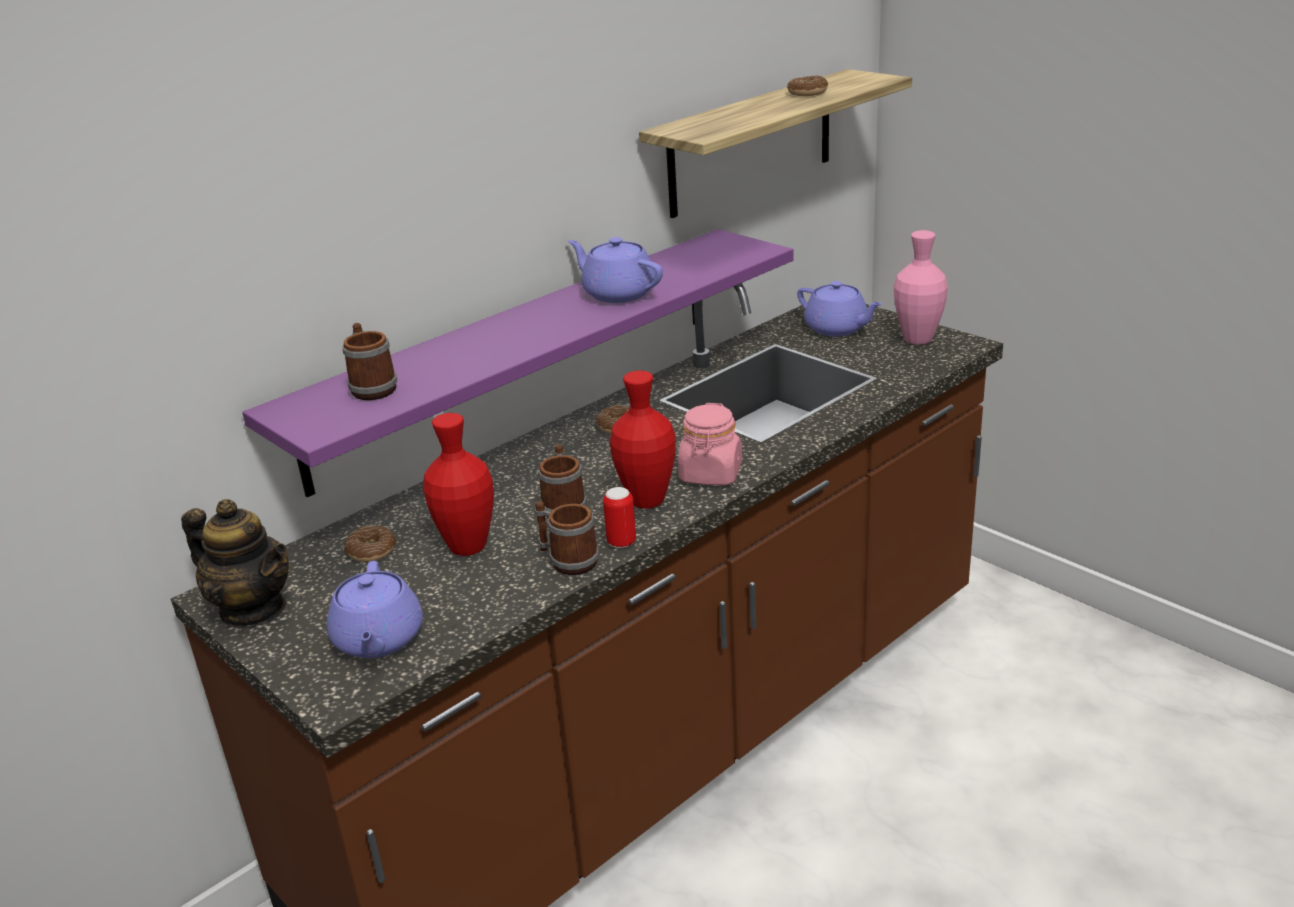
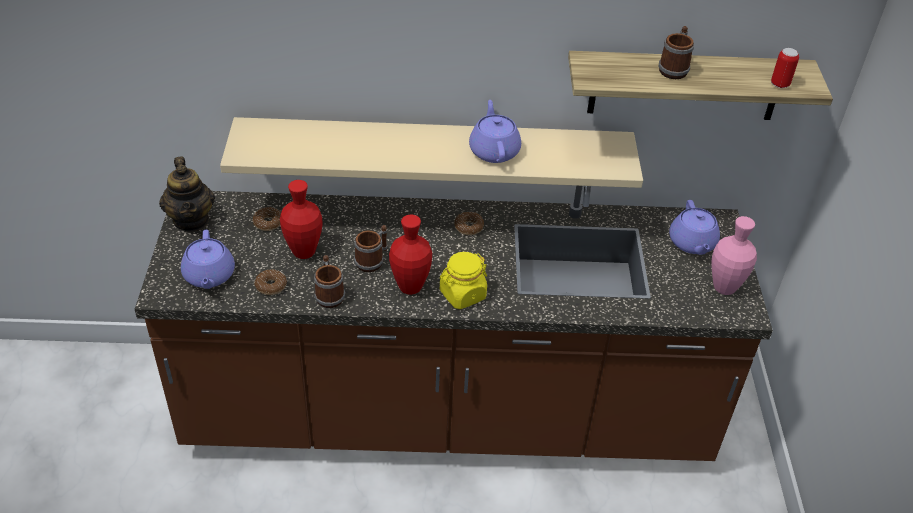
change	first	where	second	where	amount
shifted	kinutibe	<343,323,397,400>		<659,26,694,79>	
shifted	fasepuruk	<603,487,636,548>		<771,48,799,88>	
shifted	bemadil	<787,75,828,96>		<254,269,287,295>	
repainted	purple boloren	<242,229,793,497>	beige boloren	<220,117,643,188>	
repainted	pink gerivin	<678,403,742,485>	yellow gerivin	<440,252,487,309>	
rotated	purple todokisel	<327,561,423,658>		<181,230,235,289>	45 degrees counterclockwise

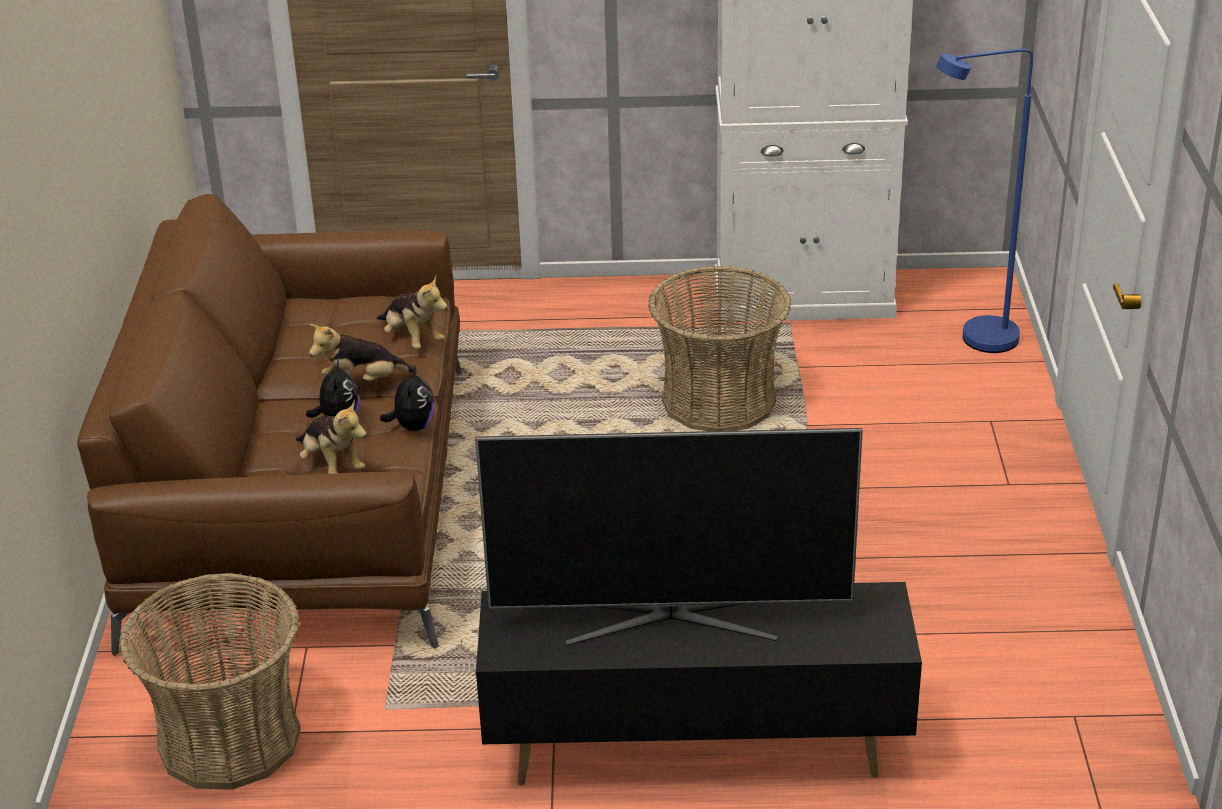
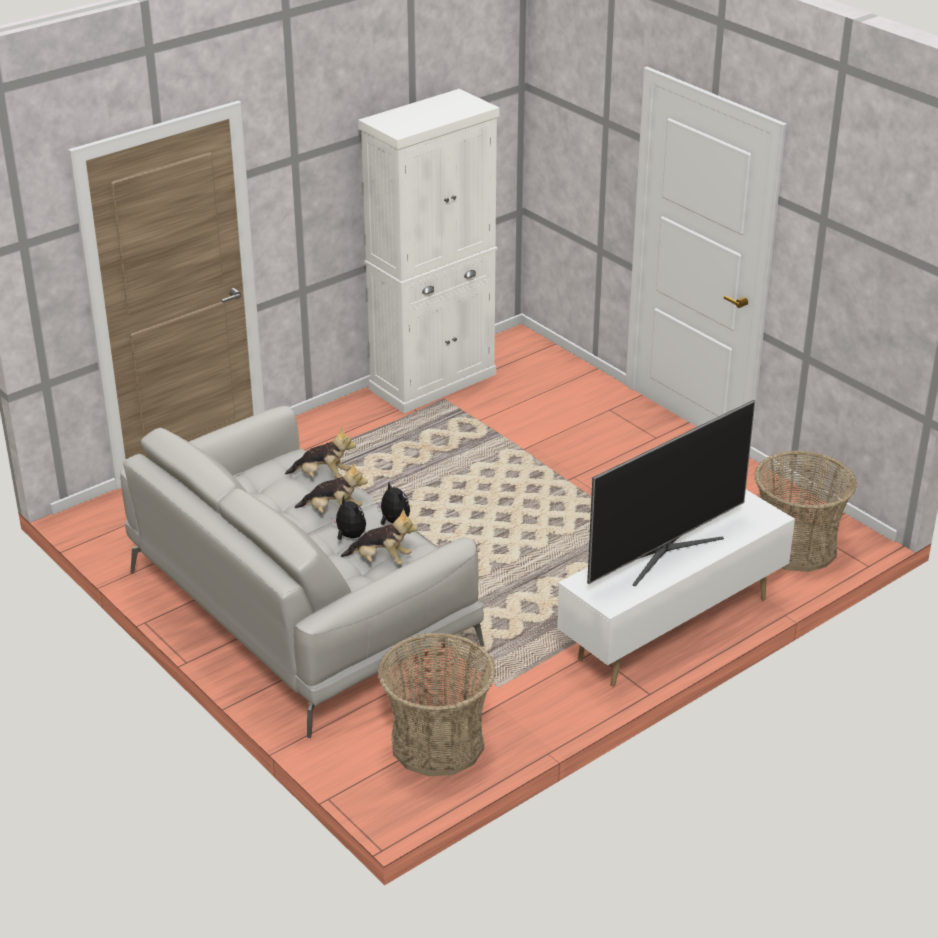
change	first	where	second	where	amount
gone	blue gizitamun	<936,49,1033,353>			
shifted	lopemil	<648,265,791,431>		<754,450,857,572>	
repainted	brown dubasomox	<77,194,462,656>	grey dubasomox	<120,406,484,738>	
repainted	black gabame	<476,582,922,786>	white gabame	<557,490,795,686>	
rotated	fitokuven	<309,324,417,381>		<295,462,368,513>	105 degrees counterclockwise

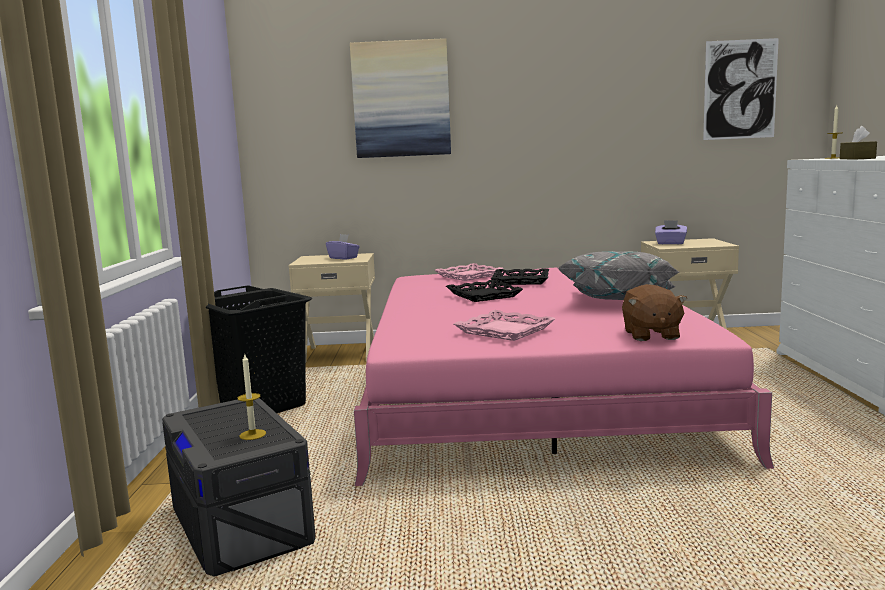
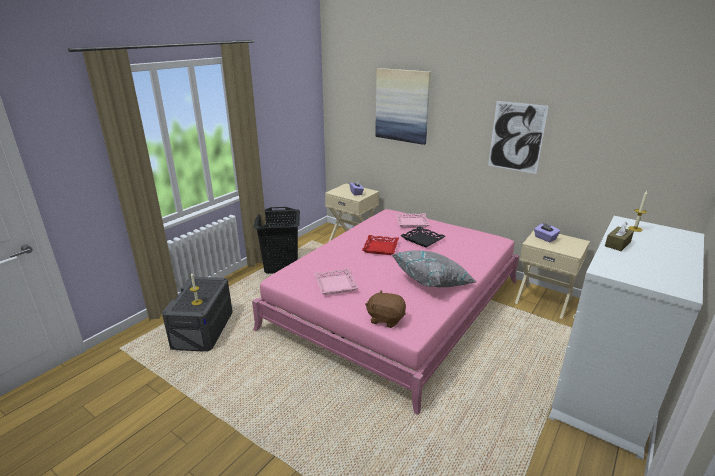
change	first	where	second	where	amount
shifted	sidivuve	<703,38,779,140>		<488,101,549,174>	
repainted	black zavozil	<446,280,523,302>	red zavozil	<362,235,399,255>	
rotated	brown fitokuven	<622,284,688,341>		<365,290,406,328>	75 degrees clockwise

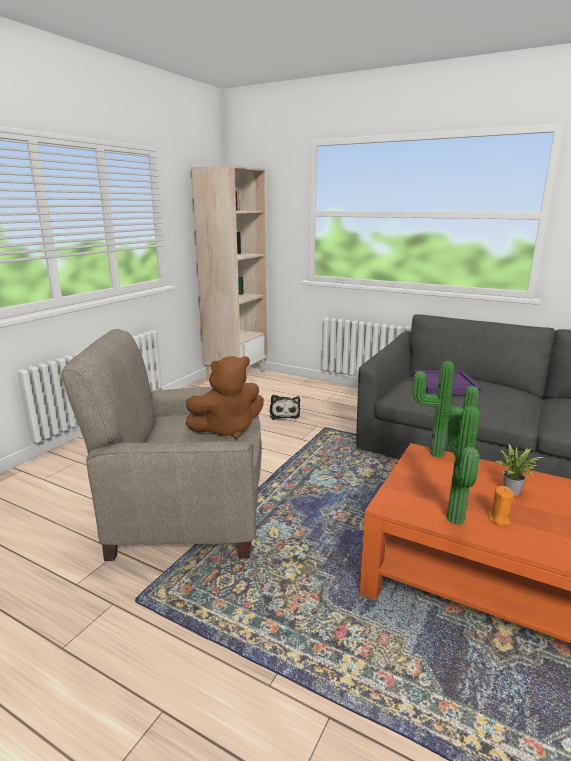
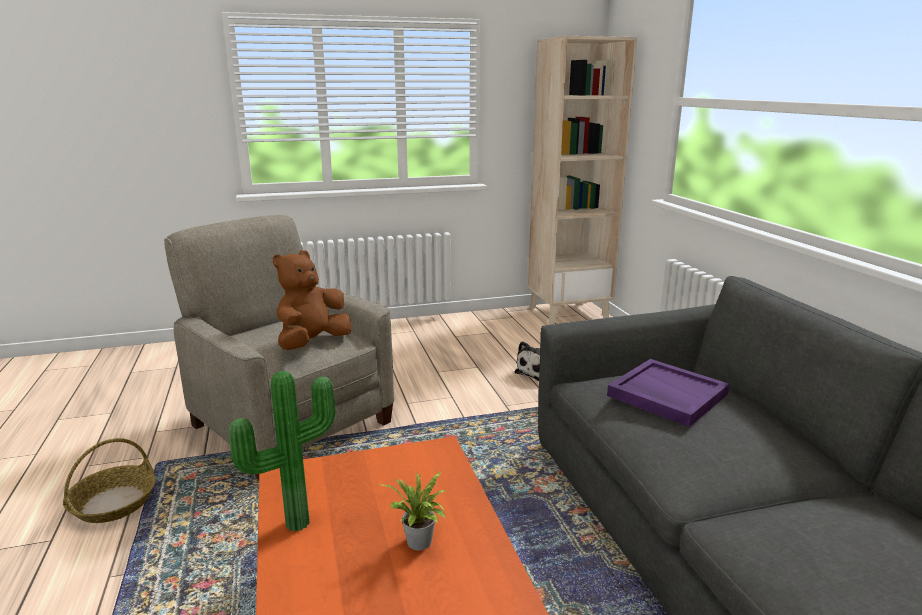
change	first	where	second	where	amount
gone	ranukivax	<412,361,479,457>			
gone	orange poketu	<488,486,513,525>			
new			lopemil	<63,438,156,523>	
rotated	brown fitokuven	<186,356,264,439>		<273,250,352,350>	105 degrees clockwise

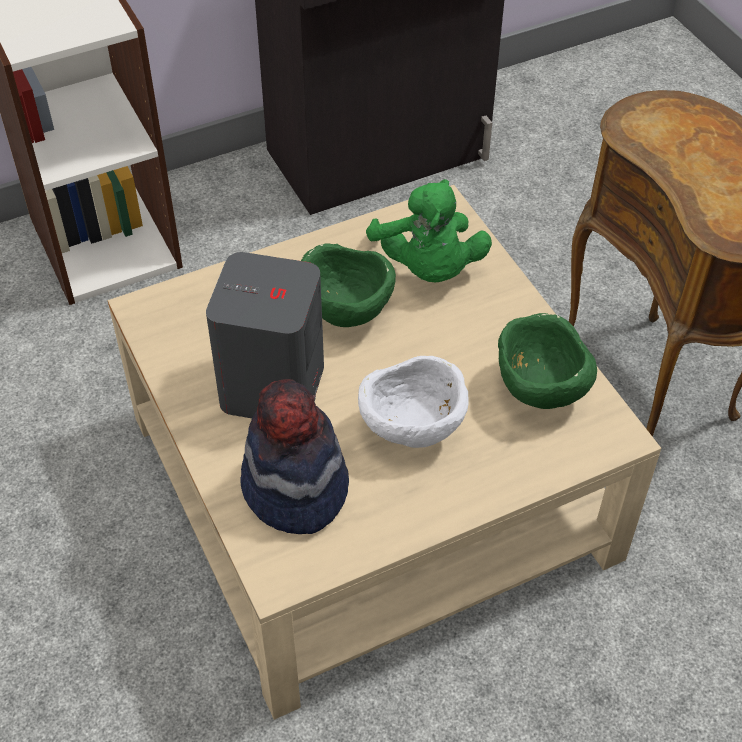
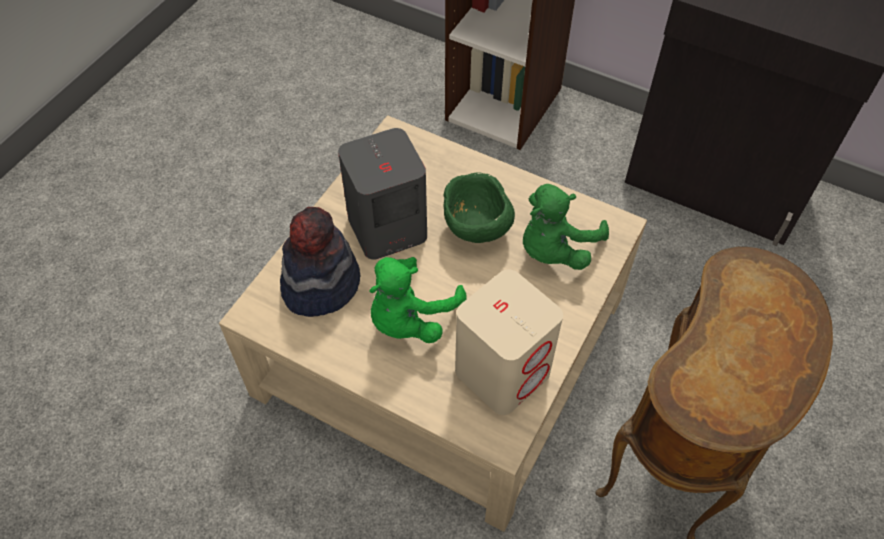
change	first	where	second	where	amount
swapped	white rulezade	<358,356,468,448>	green fitokuven	<369,257,467,343>	
swapped	green rulezade	<498,313,597,409>	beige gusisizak	<455,270,563,415>	

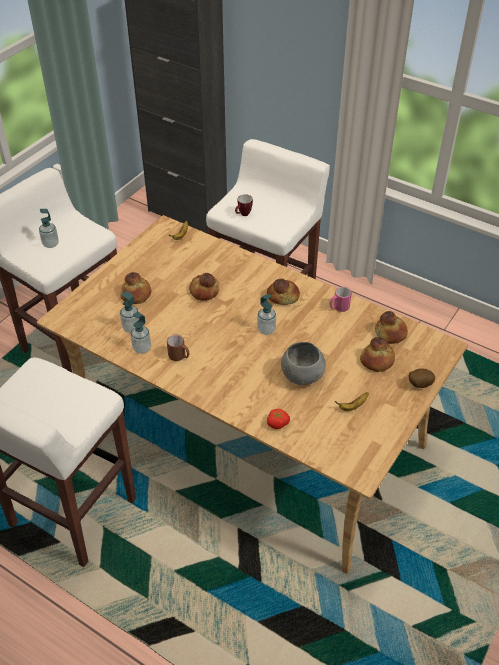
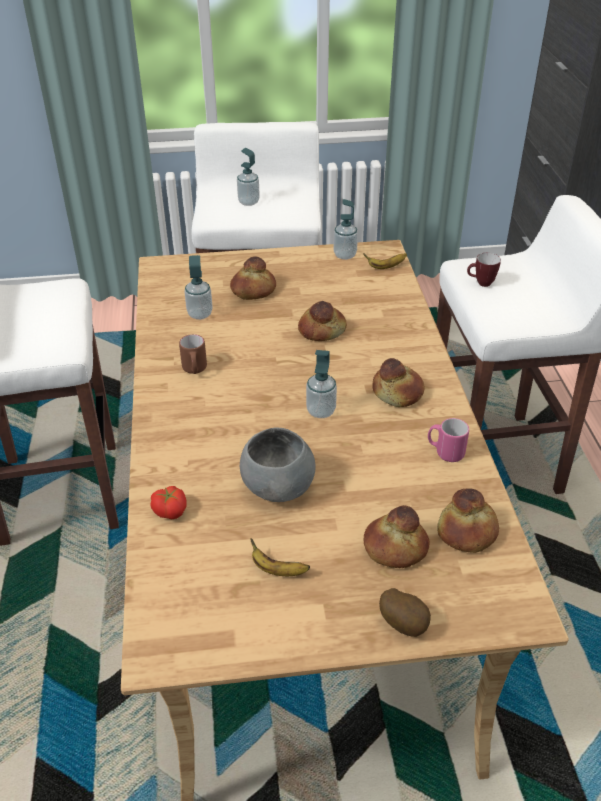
change	first	where	second	where	amount
shifted	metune	<130,312,151,354>		<333,199,358,260>	

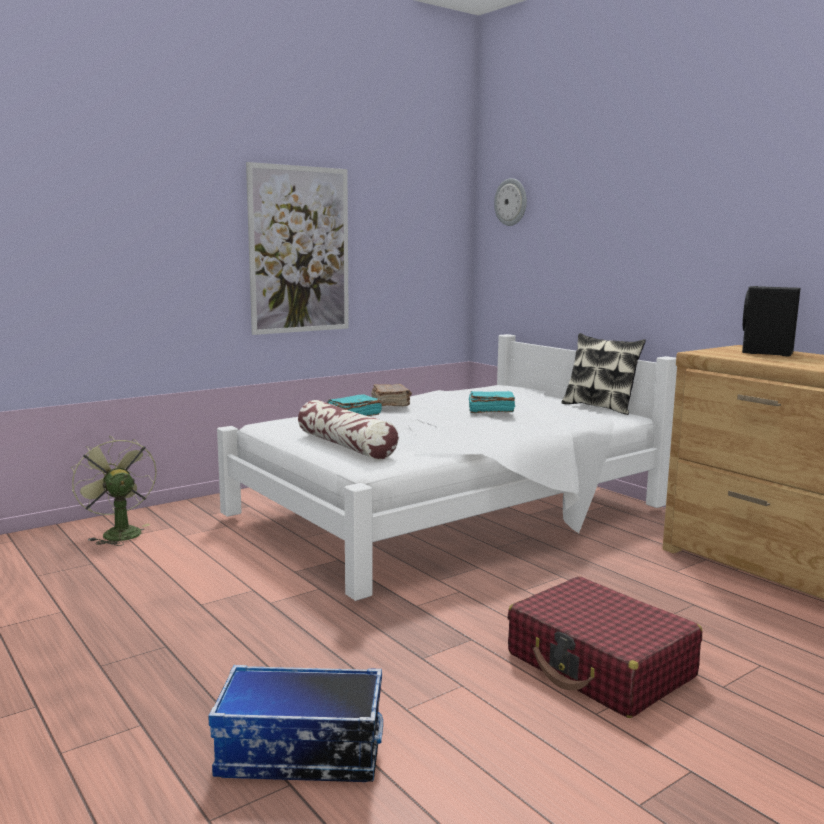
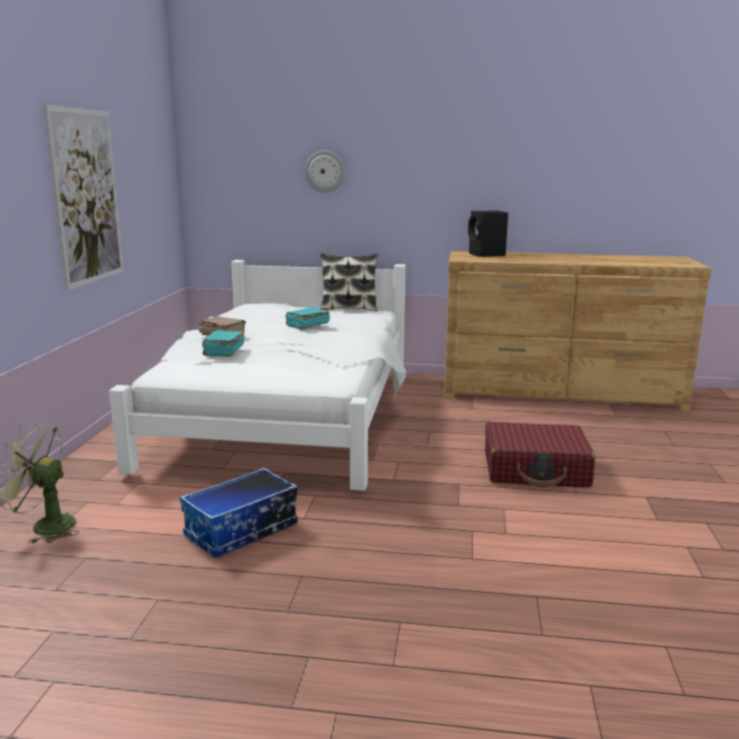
change	first	where	second	where	amount
gone	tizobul	<298,400,399,460>			
shifted	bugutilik	<208,665,383,782>		<180,468,298,558>	
shifted	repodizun	<494,178,527,226>		<305,150,345,193>	

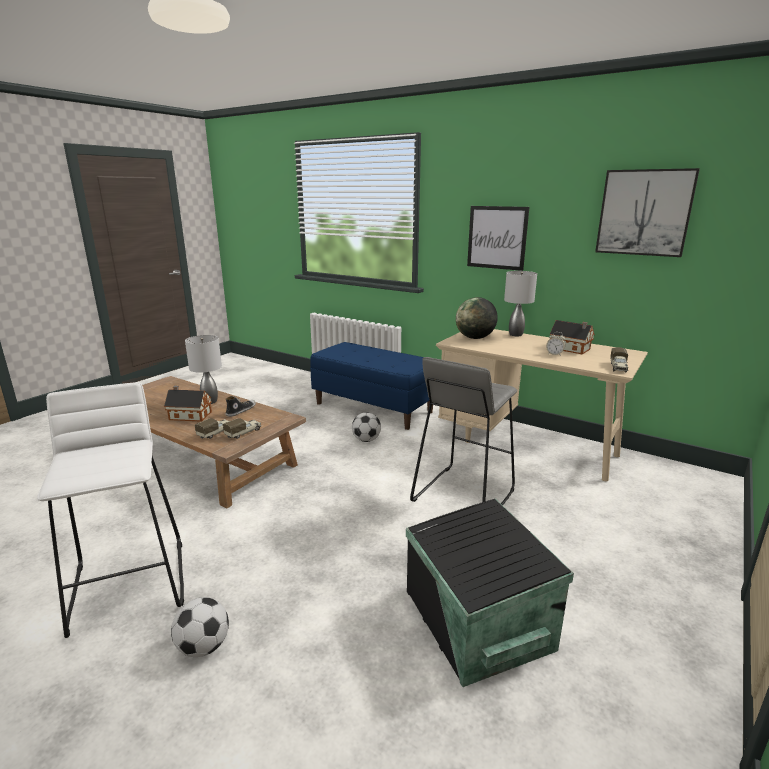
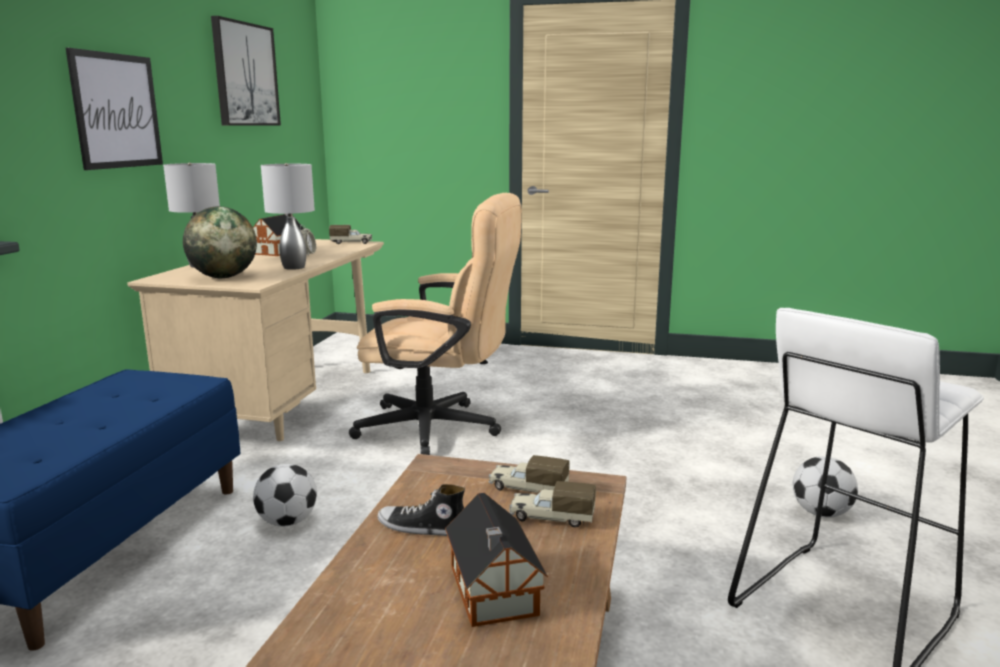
change	first	where	second	where	amount
gone	black bugutilik	<406,499,574,687>			
shifted	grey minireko	<185,335,222,404>		<261,163,315,270>	
swapped	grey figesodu	<410,357,517,505>	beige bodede	<349,193,522,455>	

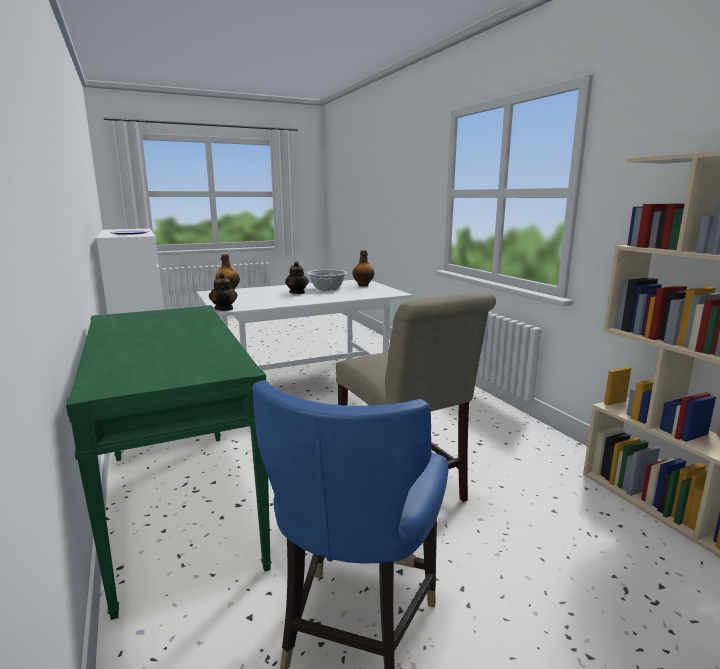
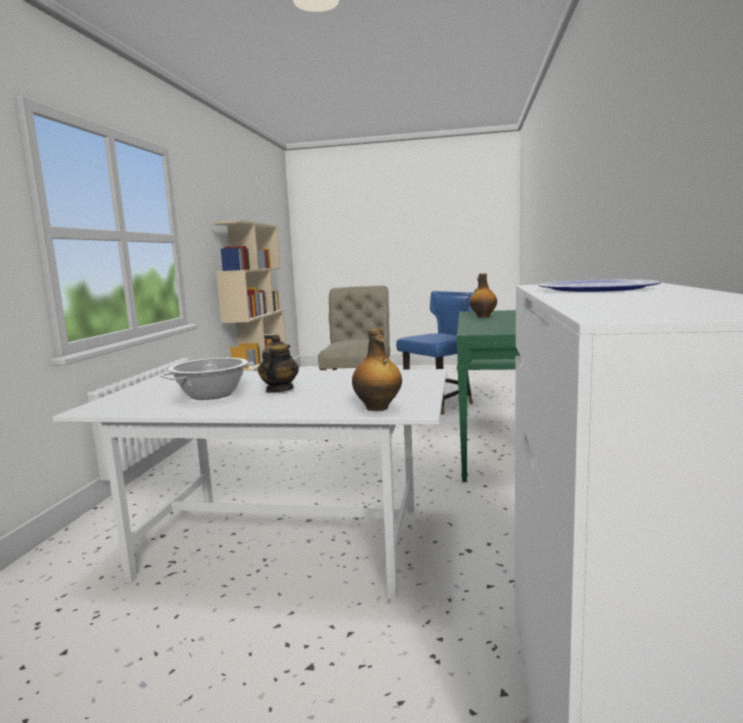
change	first	where	second	where	amount
gone	todokisel	<209,273,237,311>			
shifted	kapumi	<353,250,374,286>		<469,273,497,318>	

